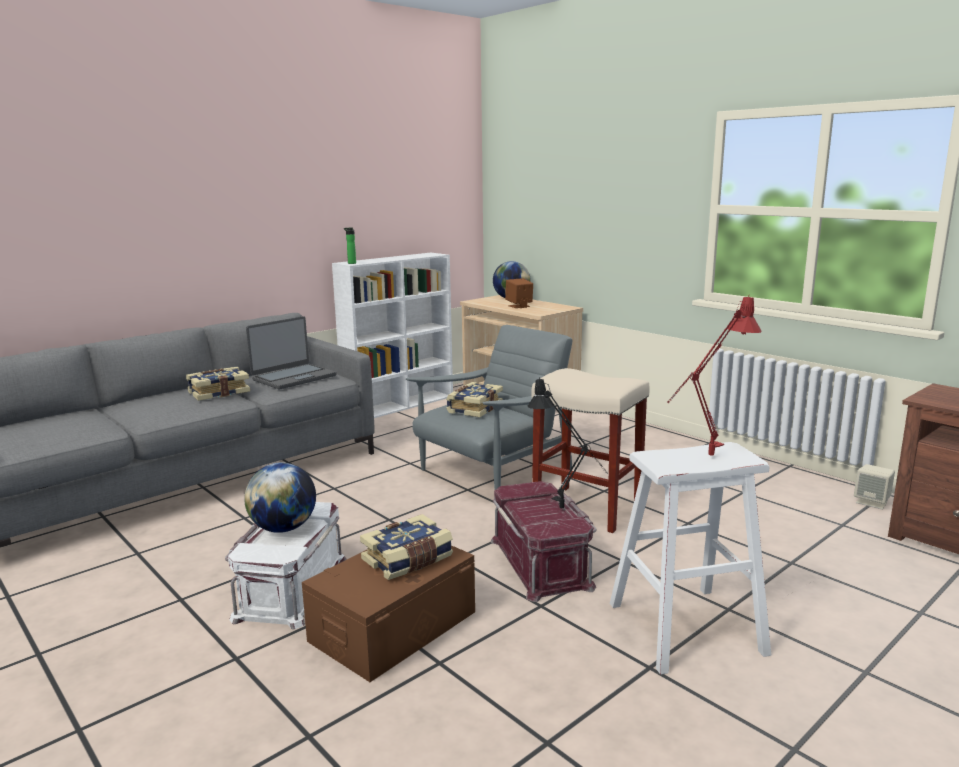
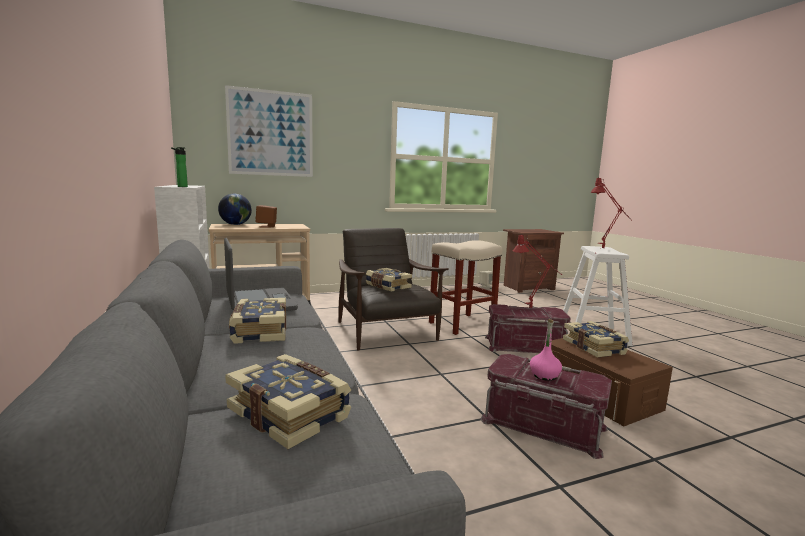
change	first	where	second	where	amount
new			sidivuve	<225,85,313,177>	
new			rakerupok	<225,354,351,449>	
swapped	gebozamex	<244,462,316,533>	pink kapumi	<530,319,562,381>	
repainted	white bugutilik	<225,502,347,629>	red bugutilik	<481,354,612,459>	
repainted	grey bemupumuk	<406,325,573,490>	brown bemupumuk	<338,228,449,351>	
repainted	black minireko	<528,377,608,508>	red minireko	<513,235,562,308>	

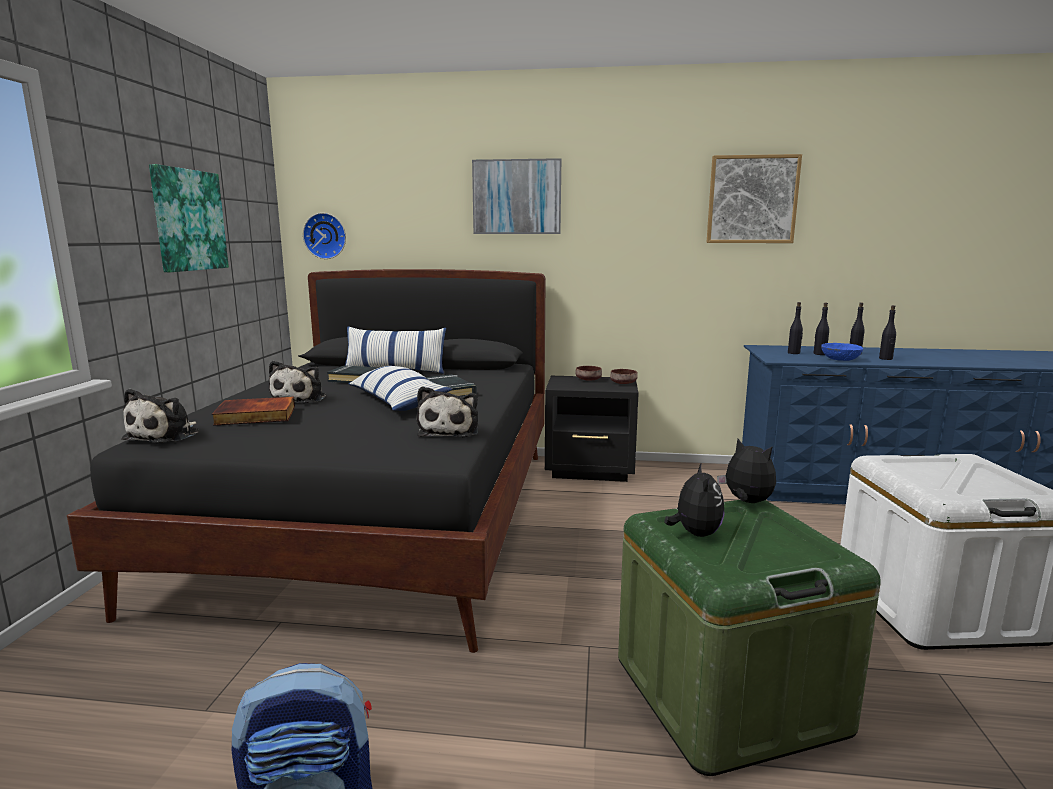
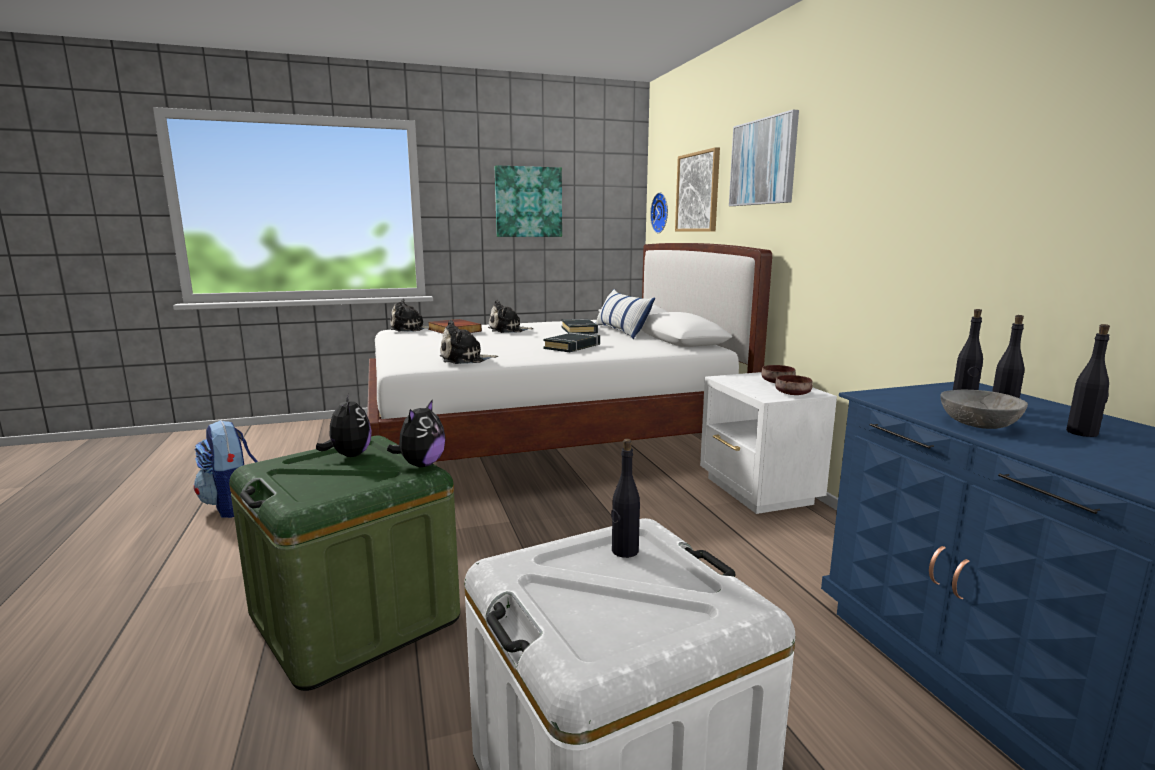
change	first	where	second	where	amount
gone	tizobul	<349,366,452,411>			
shifted	sidivuve	<706,154,802,243>		<675,147,720,232>	
shifted	black kapumi	<879,305,896,360>		<611,439,640,558>	
repainted	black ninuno	<67,269,546,653>	white ninuno	<367,243,772,462>	
repainted	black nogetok	<545,376,638,482>	white nogetok	<700,372,837,514>	
repainted	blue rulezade	<821,343,863,361>	grey rulezade	<941,390,1028,429>	
rotated	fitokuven	<664,462,725,537>		<316,393,372,457>	90 degrees counterclockwise

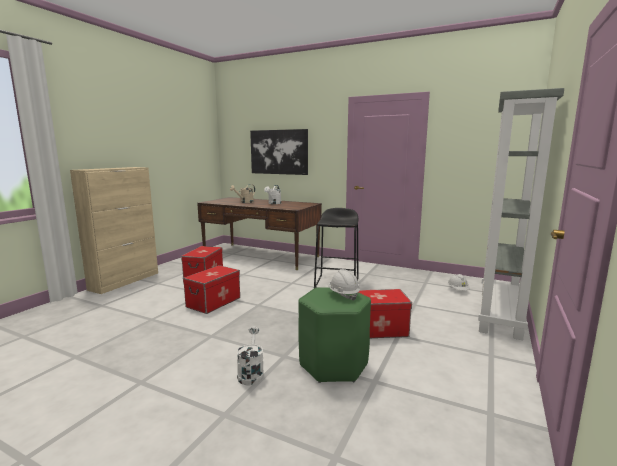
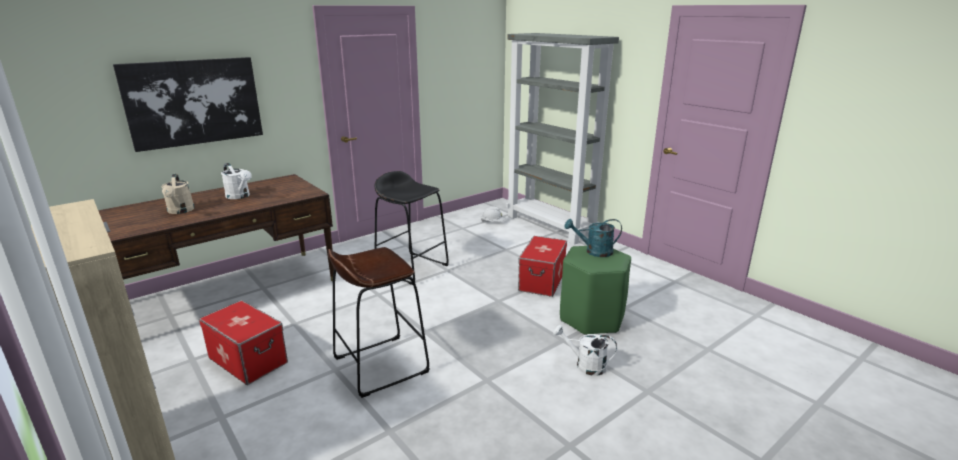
change	first	where	second	where	amount
swapped	bugutilik	<183,265,240,314>	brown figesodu	<328,247,430,398>	
swapped	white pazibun	<327,269,360,301>	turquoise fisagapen	<564,219,622,257>	

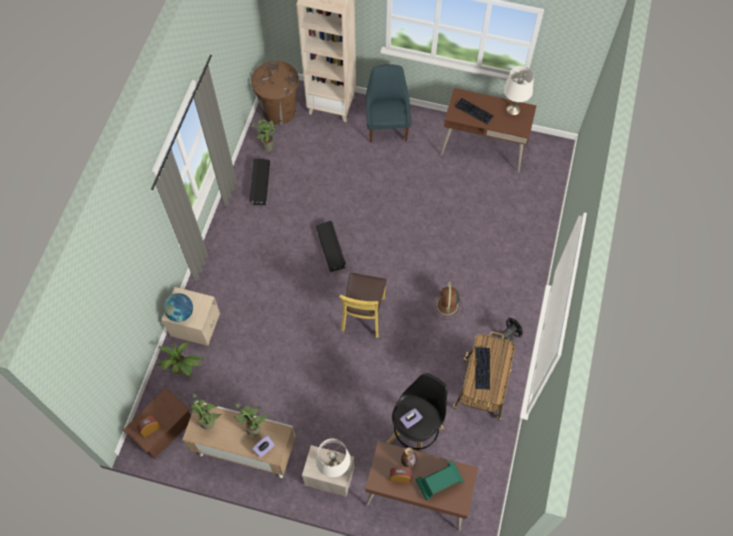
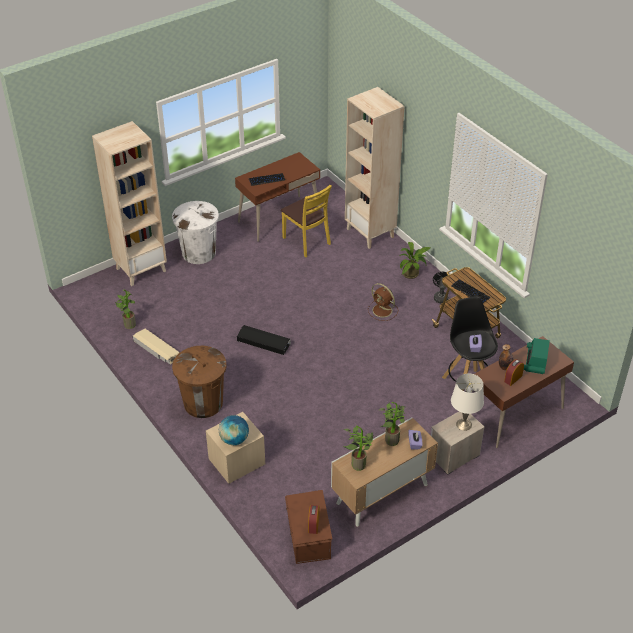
change	first	where	second	where	amount
gone	white minireko	<503,66,534,115>			
new			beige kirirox	<345,87,405,249>	
shifted	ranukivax	<157,342,203,376>		<399,242,430,279>	
shifted	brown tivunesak	<251,61,299,125>		<172,346,226,418>	
shifted	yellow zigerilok	<339,273,387,338>		<281,185,332,257>	
swapped	blue zigerilok	<366,64,411,143>	white tivunesak	<172,201,219,264>	
repainted	black bugutilik	<249,158,270,205>	beige bugutilik	<133,329,180,364>	

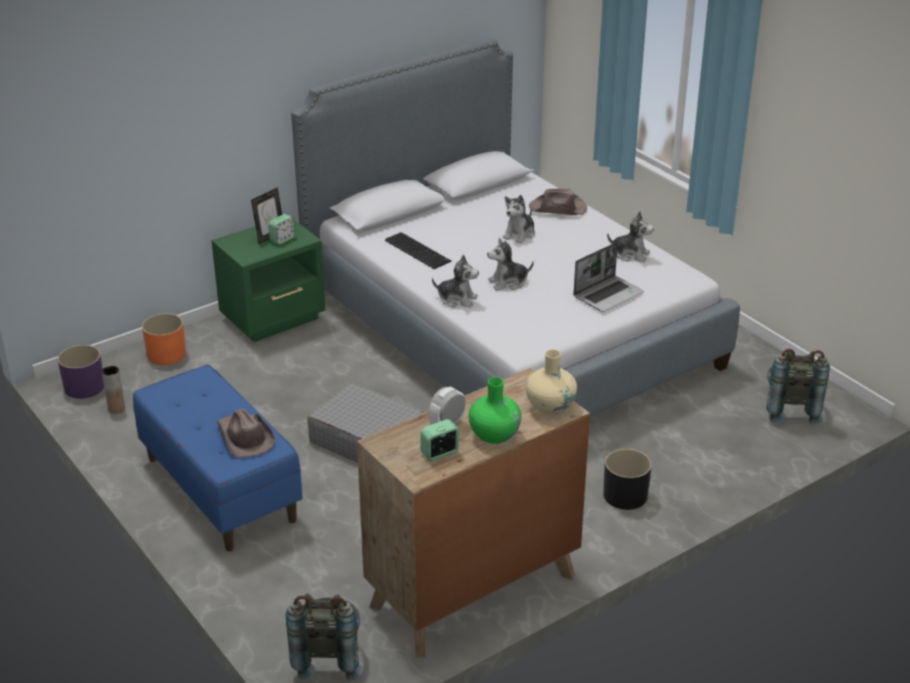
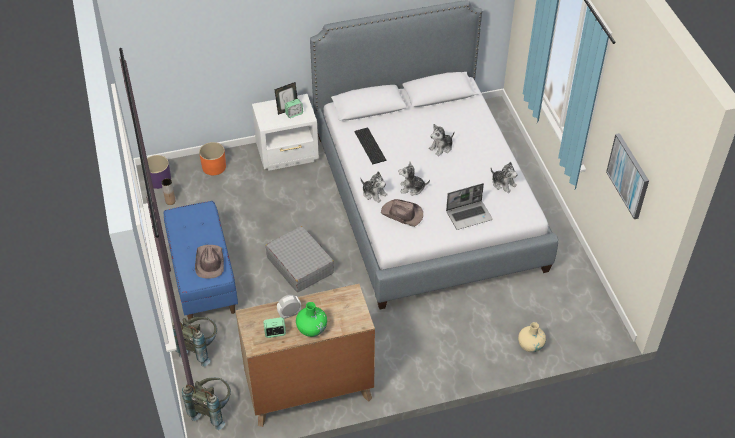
change	first	where	second	where	amount
gone	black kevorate	<603,449,652,510>			
new			sidivuve	<606,133,649,219>	
shifted	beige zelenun	<526,350,577,415>		<518,322,546,353>	
shifted	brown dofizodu	<529,188,587,215>		<381,199,423,227>	
shifted	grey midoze	<766,349,830,425>		<172,317,217,367>	
repainted	green nogetok	<211,221,325,342>	white nogetok	<252,94,319,171>	

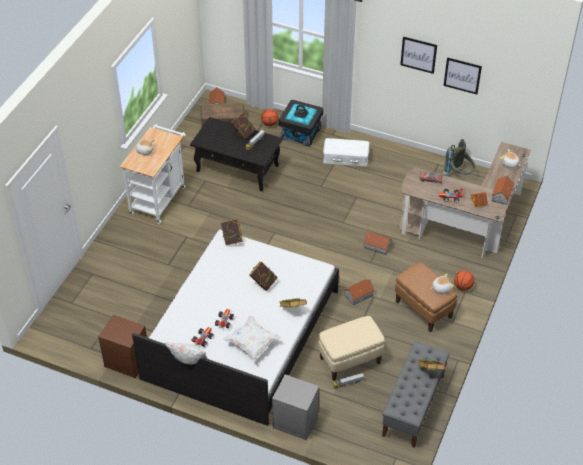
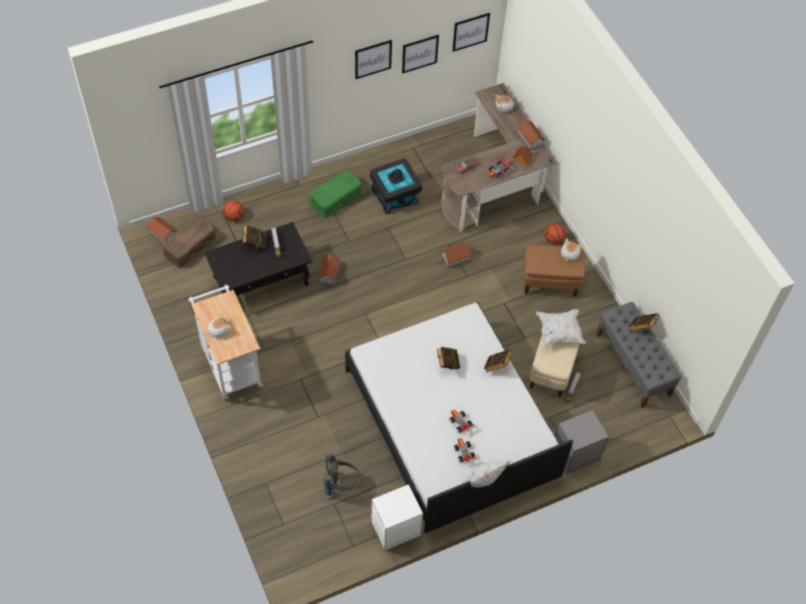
change	first	where	second	where	amount
gone	rakerupok	<221,219,243,245>			
new			sidivuve	<452,13,490,52>	
shifted	white tizobul	<223,315,281,361>		<536,309,586,347>	
shifted	black bugutilik	<279,100,323,147>		<370,158,422,215>	
shifted	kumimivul	<344,279,374,305>		<318,254,341,286>	
shifted	grey midoze	<443,139,475,175>		<324,453,361,498>	
repainted	brown nogetok	<99,315,147,378>	white nogetok	<371,484,423,550>	
repainted	white bugutilik	<323,138,369,166>	green bugutilik	<309,170,362,218>	

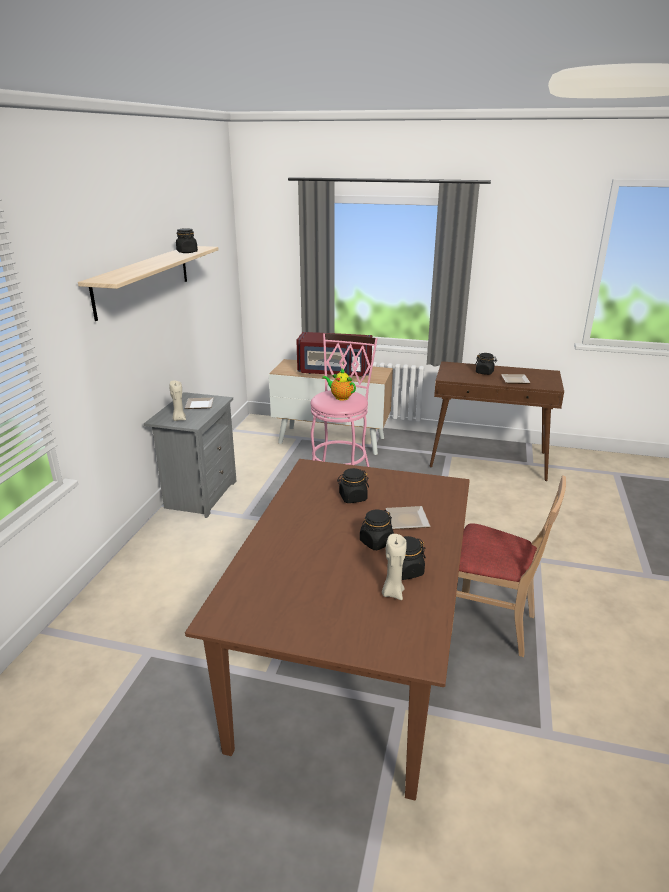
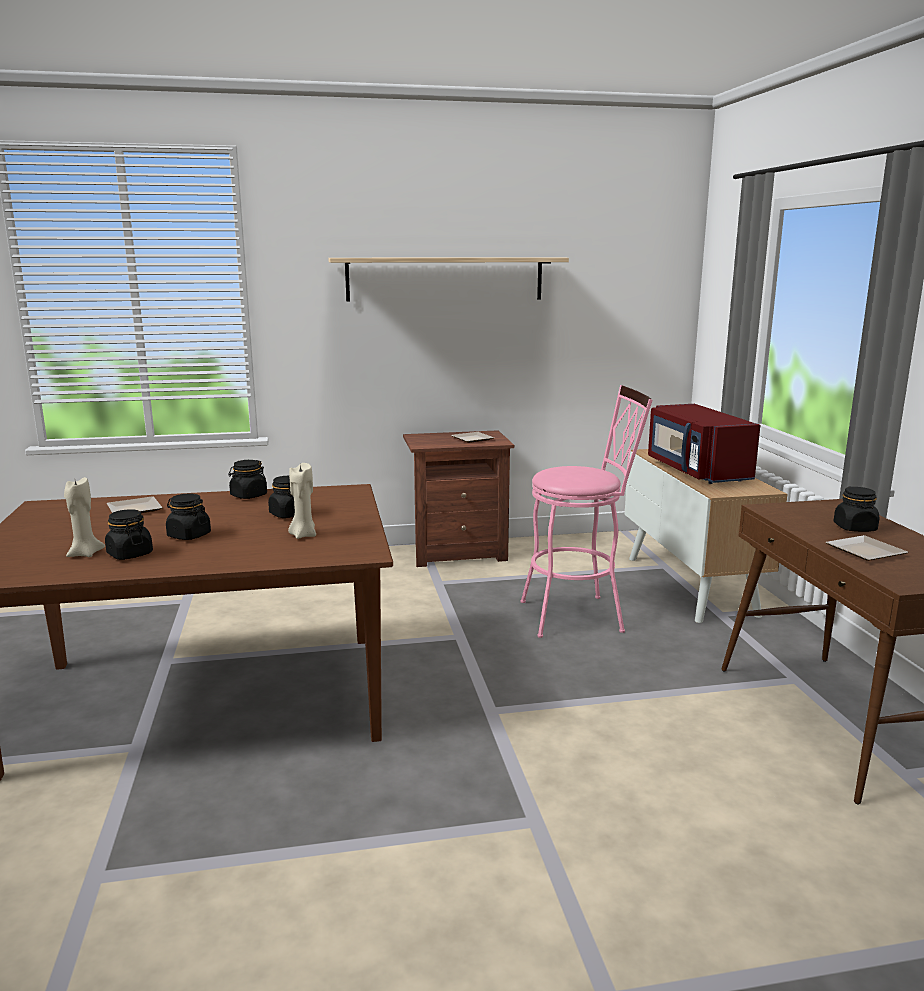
change	first	where	second	where	amount
gone	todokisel	<322,369,356,400>			
gone	beige zigerilok	<451,475,566,657>			
shifted	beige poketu	<170,380,186,421>		<288,463,316,539>	
shifted	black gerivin	<176,228,198,253>		<228,460,267,499>	
shifted	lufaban	<386,506,431,529>		<107,496,162,513>	
repainted	grey nogetok	<144,392,236,518>	brown nogetok	<403,430,514,567>	

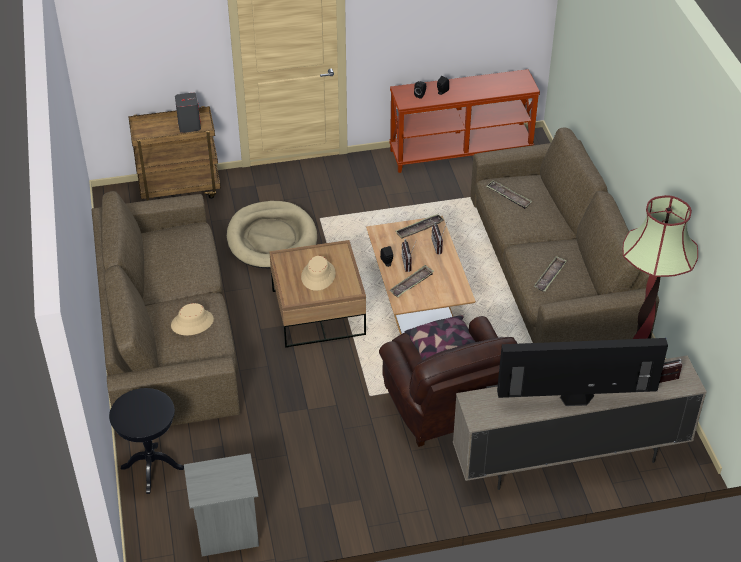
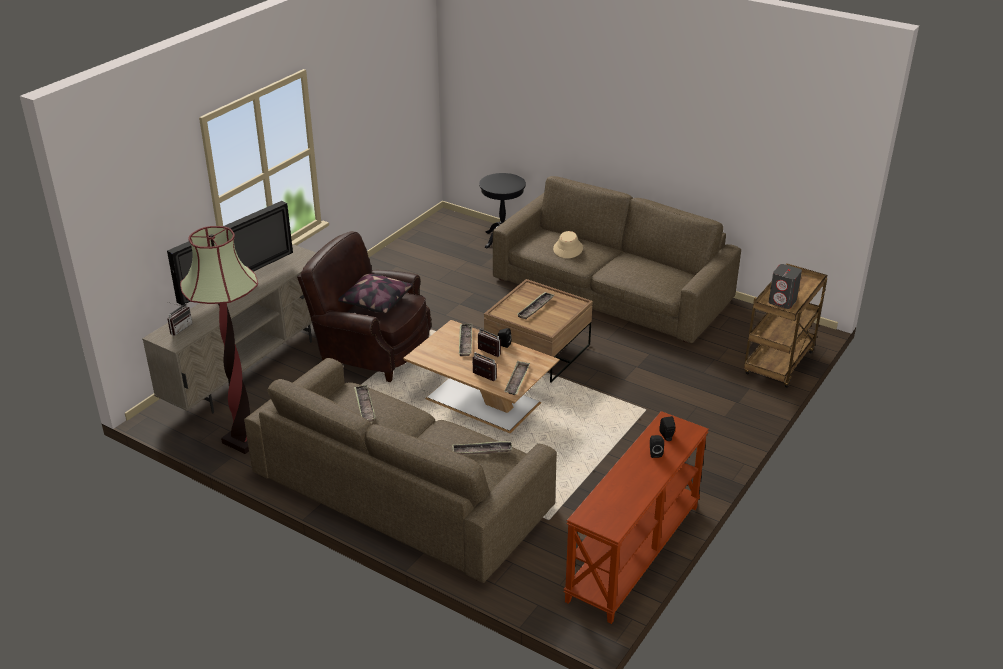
change	first	where	second	where	amount
gone	grey nogetok	<184,453,259,556>			
gone	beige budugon	<227,201,317,268>			
swapped	beige dofizodu	<301,256,336,291>	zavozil	<518,292,554,319>	

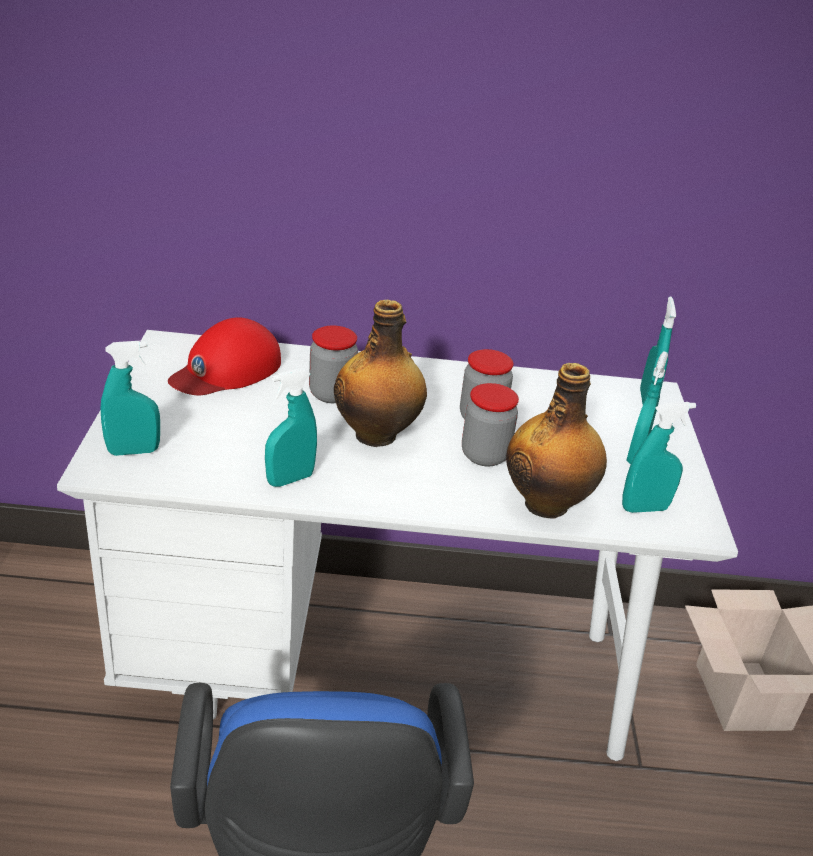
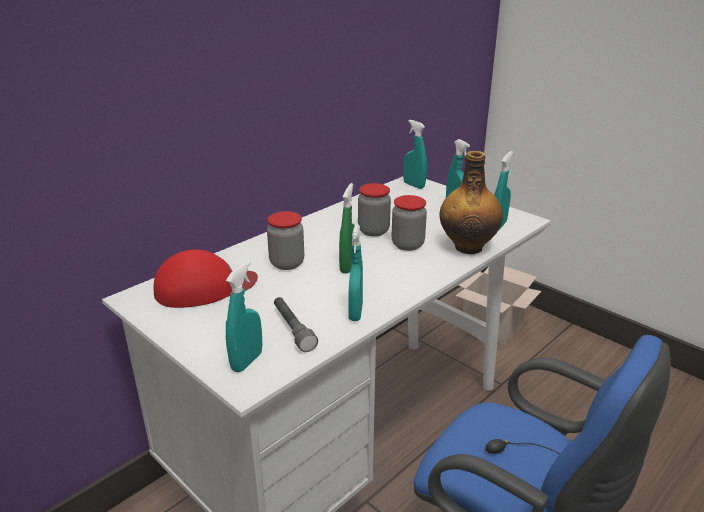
change	first	where	second	where	amount
new			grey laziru	<274,297,318,352>	
swapped	kapumi	<334,299,427,447>	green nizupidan	<339,183,355,274>	
rotated	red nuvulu	<168,318,281,395>		<154,250,258,308>	105 degrees counterclockwise

